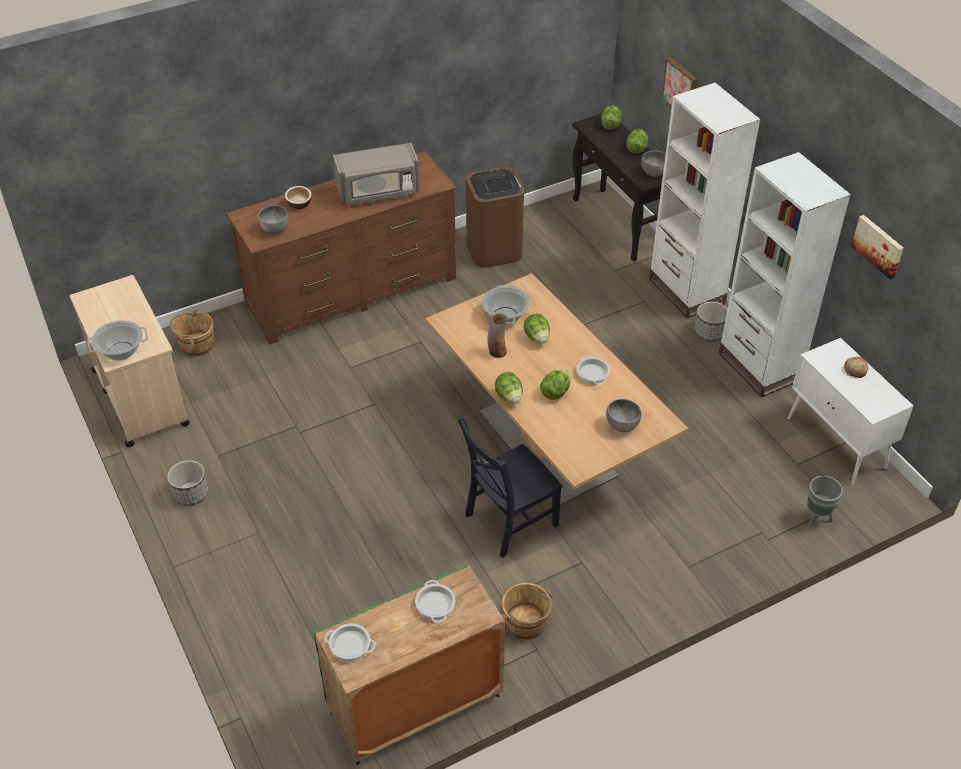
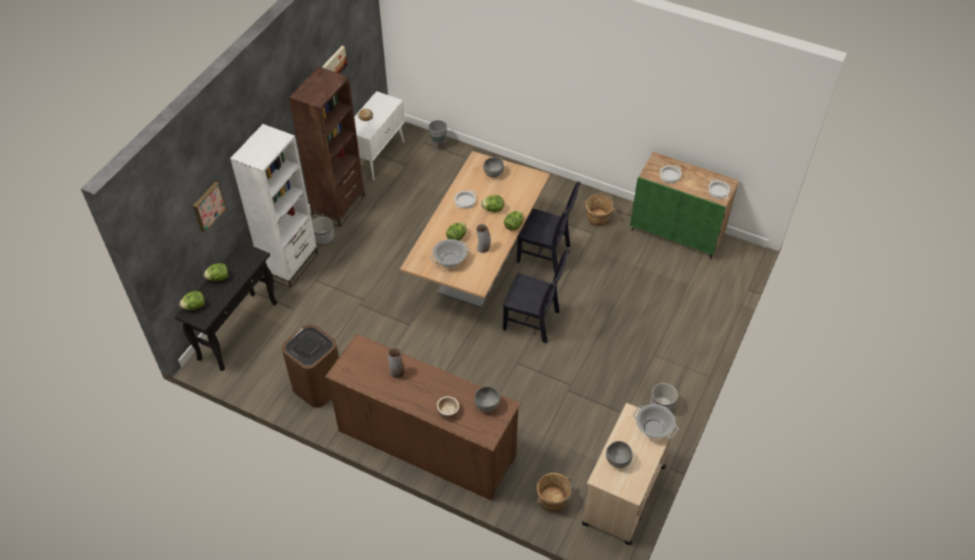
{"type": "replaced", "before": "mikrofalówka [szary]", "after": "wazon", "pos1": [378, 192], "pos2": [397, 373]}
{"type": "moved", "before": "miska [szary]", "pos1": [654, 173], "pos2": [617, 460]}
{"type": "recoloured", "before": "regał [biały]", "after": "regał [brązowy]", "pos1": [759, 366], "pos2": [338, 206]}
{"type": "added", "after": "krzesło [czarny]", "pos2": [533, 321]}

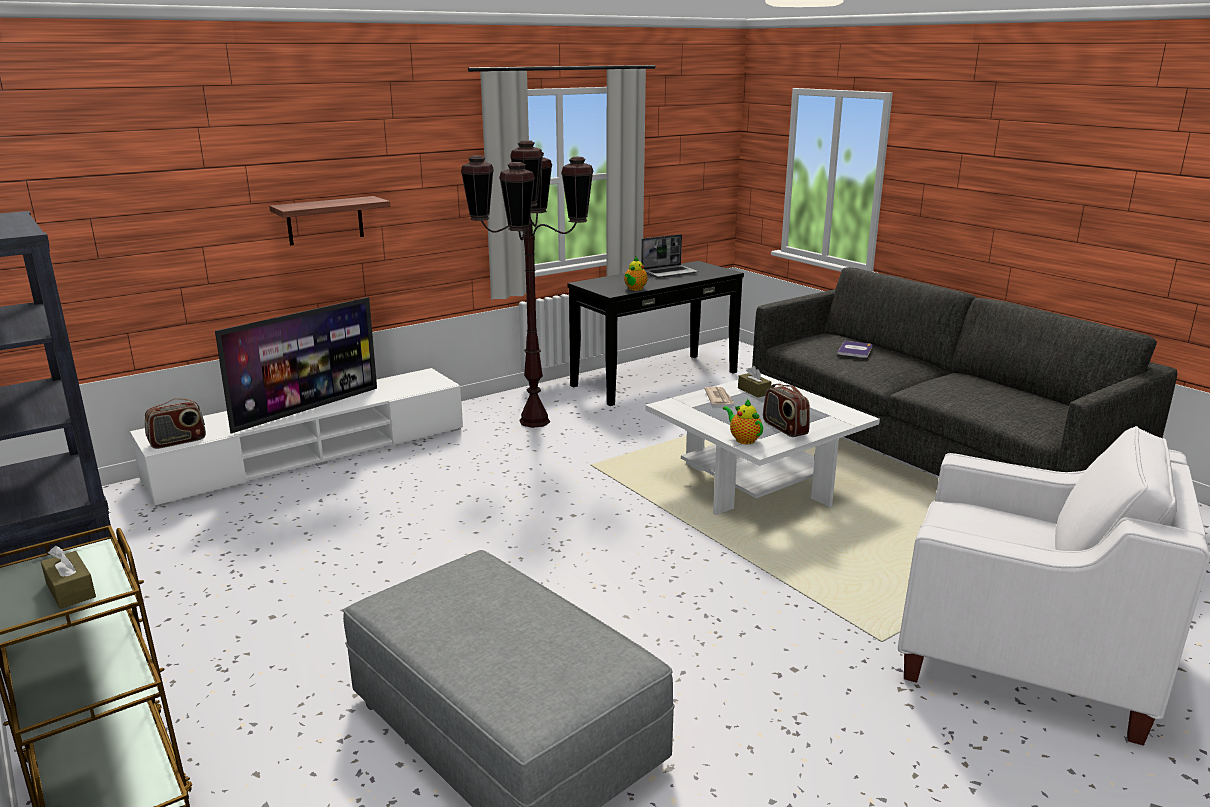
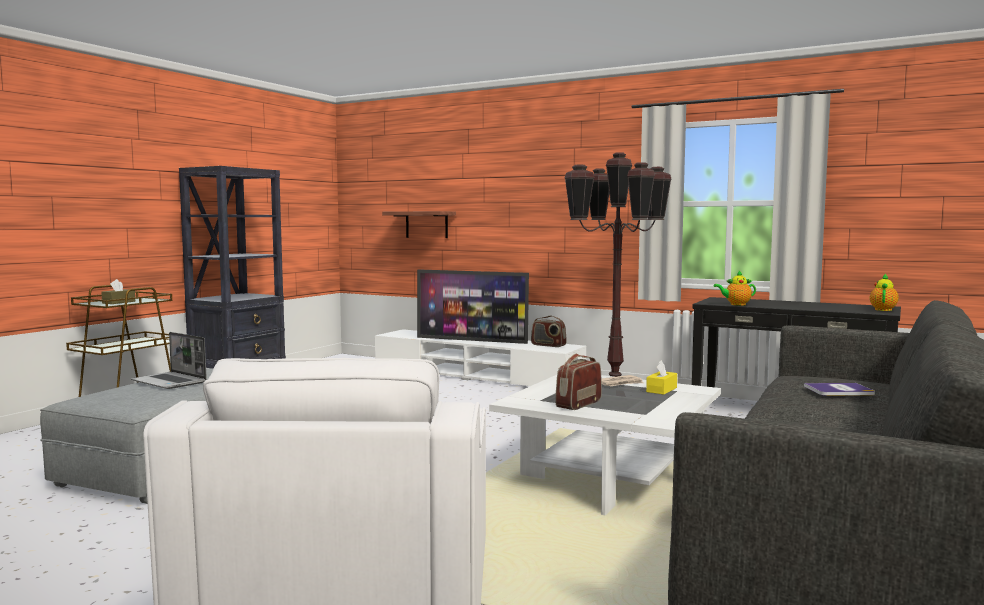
{"type": "moved", "before": "radio", "pos1": [178, 441], "pos2": [548, 345]}
{"type": "moved", "before": "półka", "pos1": [325, 220], "pos2": [426, 224]}
{"type": "moved", "before": "laptop", "pos1": [669, 272], "pos2": [170, 382]}
{"type": "moved", "before": "imbryk", "pos1": [743, 439], "pos2": [883, 309]}
{"type": "recoloured", "before": "pudełko chusteczek [brązowy]", "after": "pudełko chusteczek [żółty]", "pos1": [754, 391], "pos2": [661, 390]}

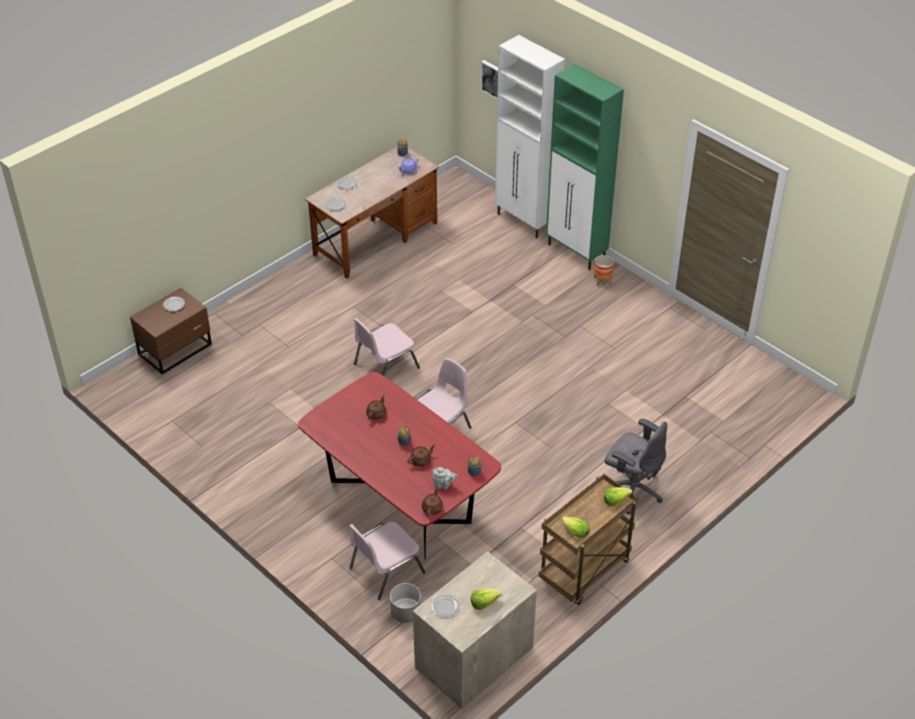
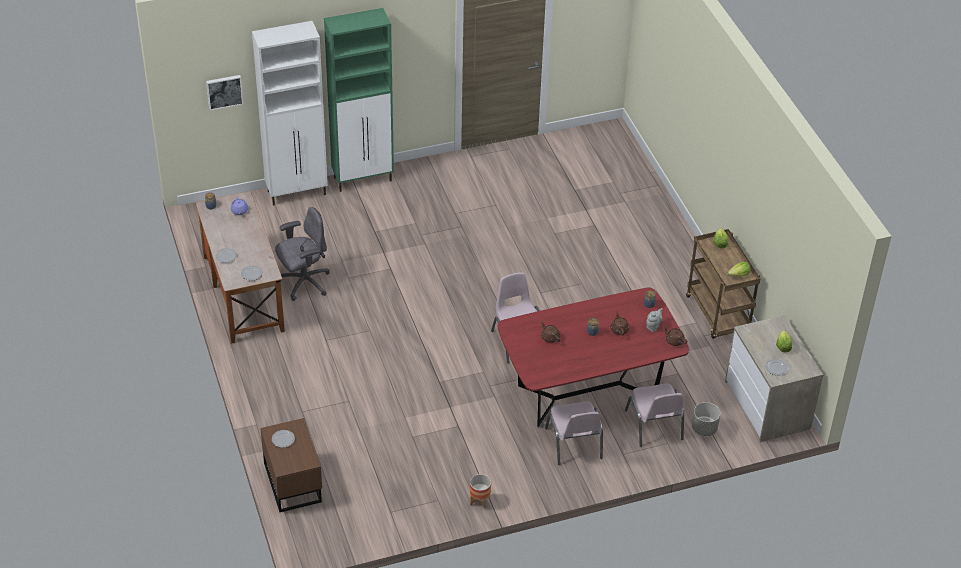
{"type": "moved", "before": "krzesło [różowy]", "pos1": [385, 366], "pos2": [574, 444]}
{"type": "moved", "before": "donica", "pos1": [602, 281], "pos2": [480, 500]}
{"type": "moved", "before": "krzesło biurowe [szary]", "pos1": [632, 489], "pos2": [304, 283]}

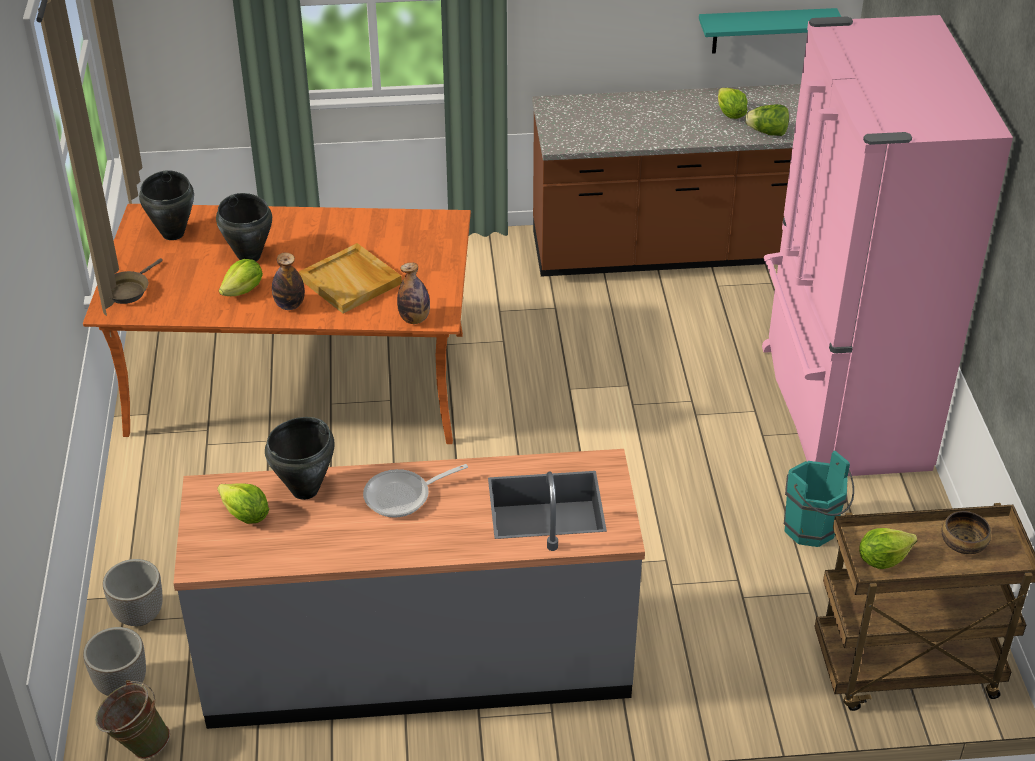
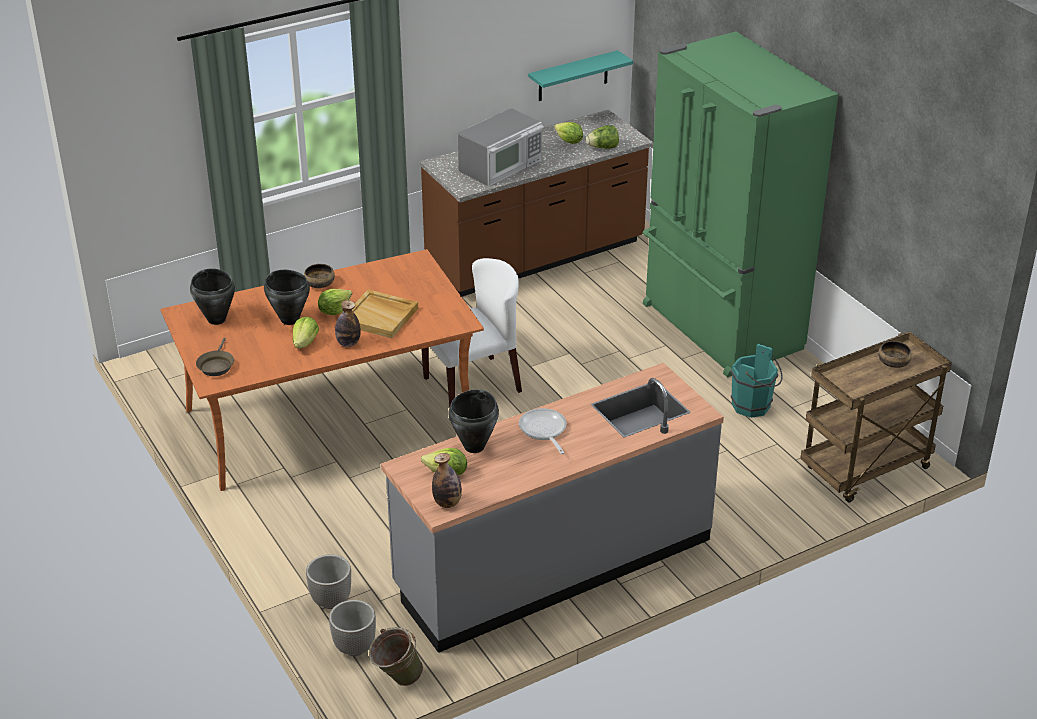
{"type": "turned", "before": "patelnia", "pos1": [403, 496], "pos2": [543, 431], "turn": 120}
{"type": "moved", "before": "butelka", "pos1": [414, 319], "pos2": [447, 503]}
{"type": "recoloured", "before": "lodówka [różowy]", "after": "lodówka [zielony]", "pos1": [839, 408], "pos2": [719, 328]}
{"type": "moved", "before": "sałata", "pos1": [882, 559], "pos2": [334, 311]}
{"type": "added", "after": "miska", "pos2": [320, 284]}
{"type": "added", "after": "krzesło [biały]", "pos2": [473, 384]}
{"type": "added", "after": "mikrofalówka", "pos2": [501, 166]}

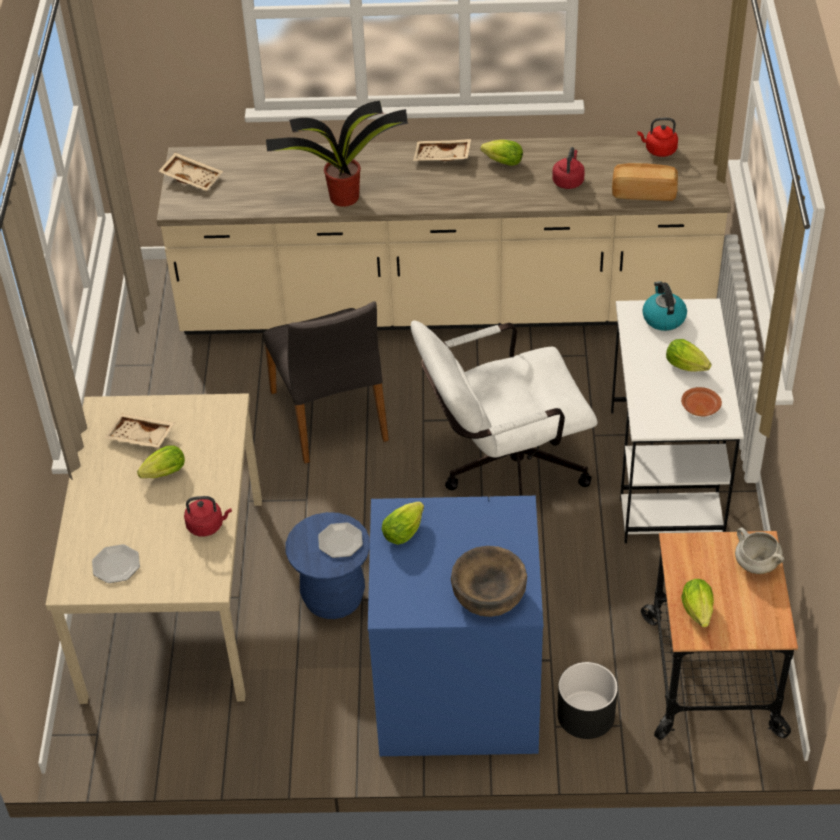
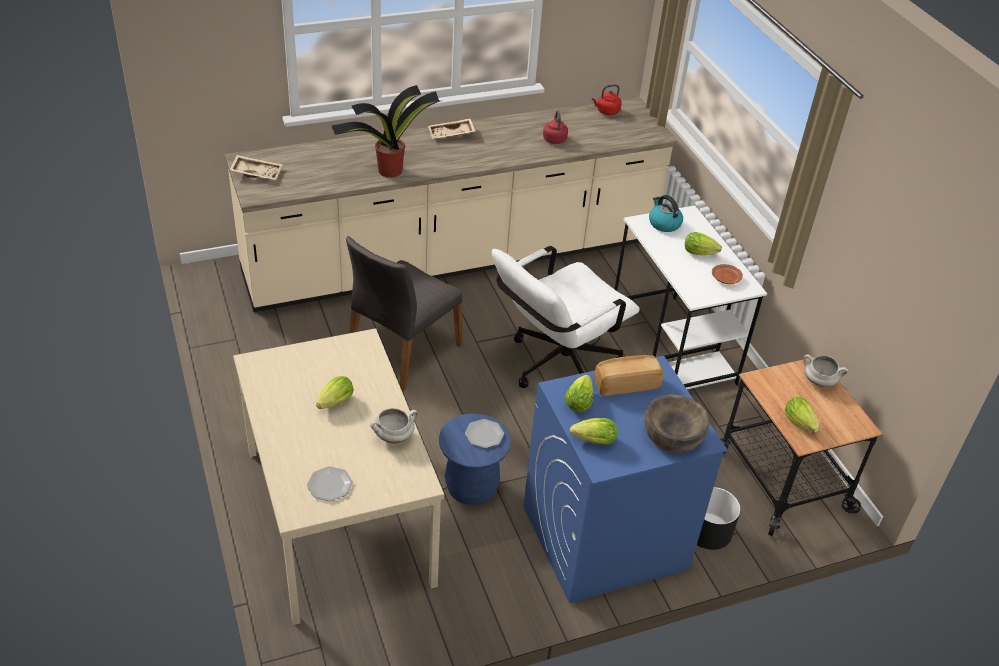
{"type": "removed", "before": "taca [beżowy]", "pos1": [140, 438]}
{"type": "replaced", "before": "czajnik [czerwony]", "after": "garnek [biały]", "pos1": [207, 525], "pos2": [394, 436]}
{"type": "turned", "before": "krzesło [szary]", "pos1": [331, 416], "pos2": [403, 351], "turn": 75}
{"type": "moved", "before": "sałata", "pos1": [501, 162], "pos2": [591, 441]}
{"type": "moved", "before": "chleb", "pos1": [644, 192], "pos2": [626, 384]}

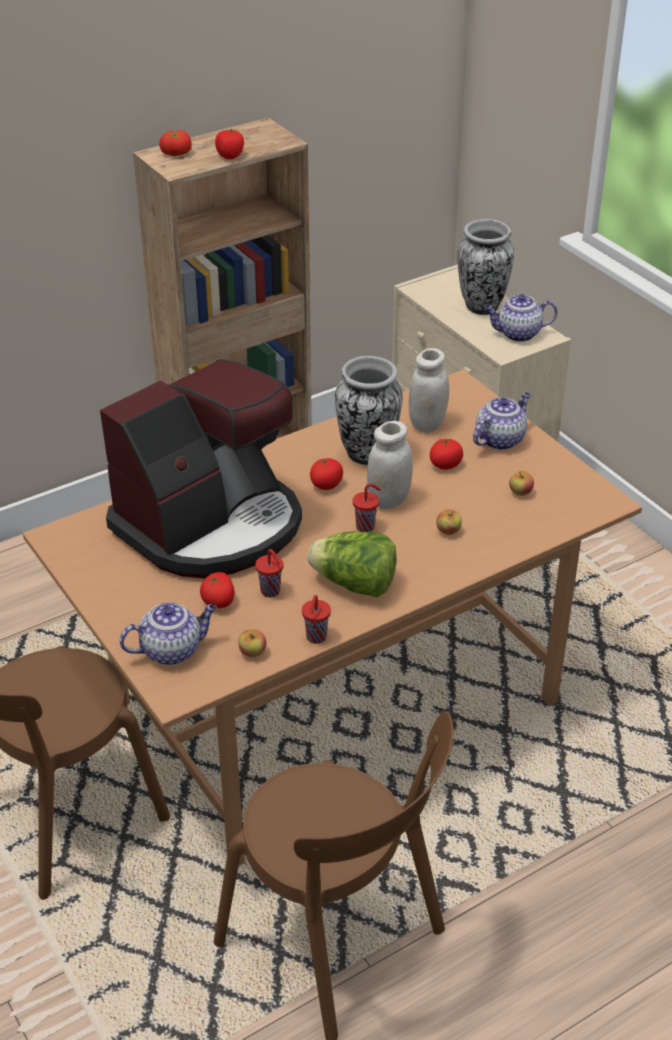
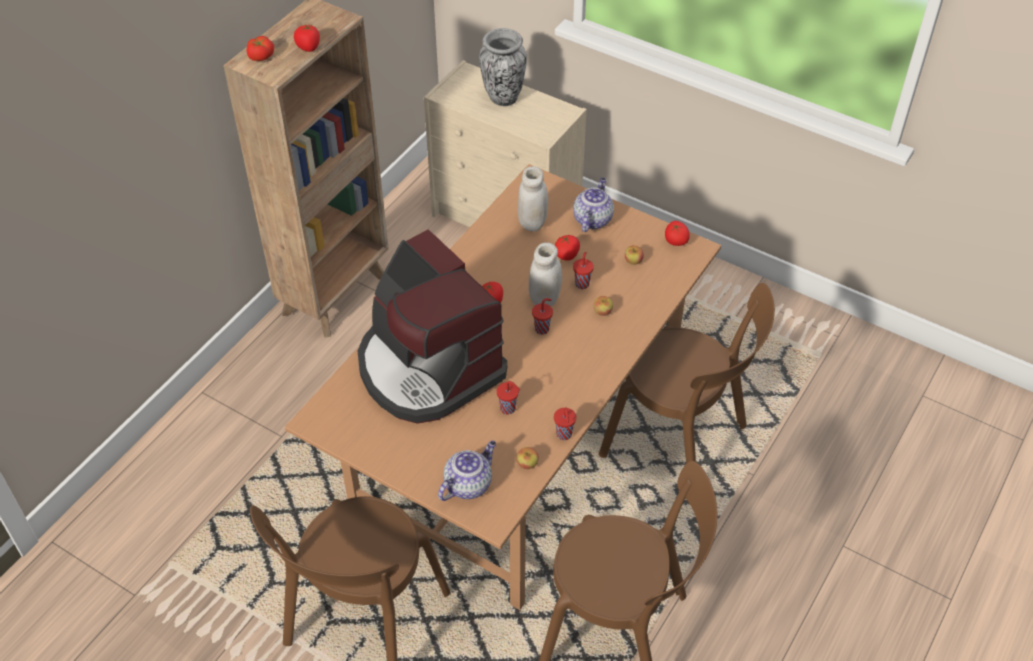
{"type": "turned", "before": "ekspres do kawy", "pos1": [211, 525], "pos2": [428, 368], "turn": 120}
{"type": "moved", "before": "pomidor", "pos1": [218, 602], "pos2": [675, 241]}
{"type": "removed", "before": "sałata", "pos1": [354, 584]}
{"type": "removed", "before": "wazon", "pos1": [367, 455]}
{"type": "removed", "before": "imbryk", "pos1": [517, 334]}
{"type": "added", "after": "filiżanka [czerwony]", "pos2": [582, 283]}
{"type": "added", "after": "krzesło [brązowy]", "pos2": [679, 444]}

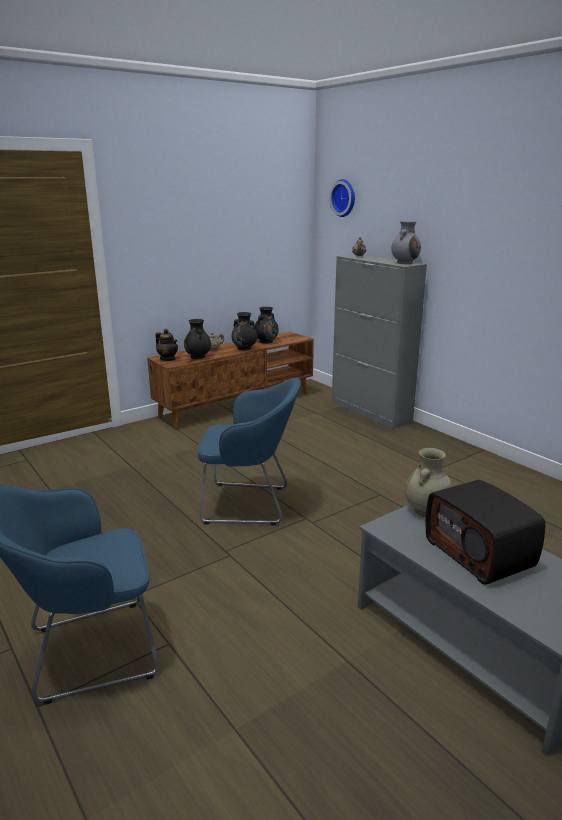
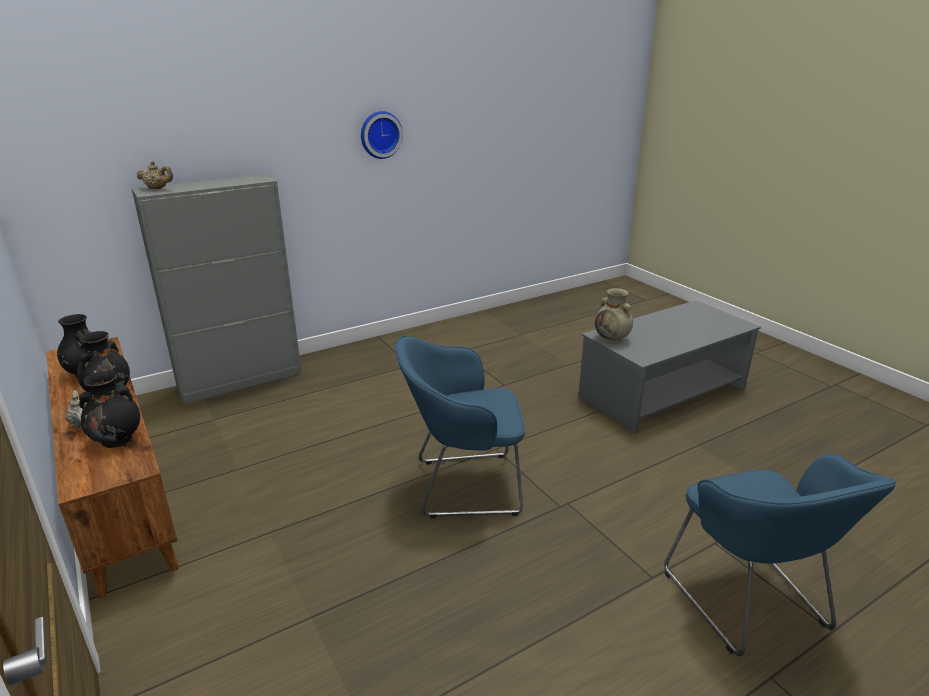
{"type": "removed", "before": "imbryk", "pos1": [168, 359]}
{"type": "turned", "before": "fotel [niebieski]", "pos1": [250, 504], "pos2": [462, 486], "turn": -105}
{"type": "moved", "before": "zegar ścienny", "pos1": [344, 198], "pos2": [380, 134]}
{"type": "removed", "before": "wazon [szary]", "pos1": [405, 263]}
{"type": "removed", "before": "radio", "pos1": [480, 553]}

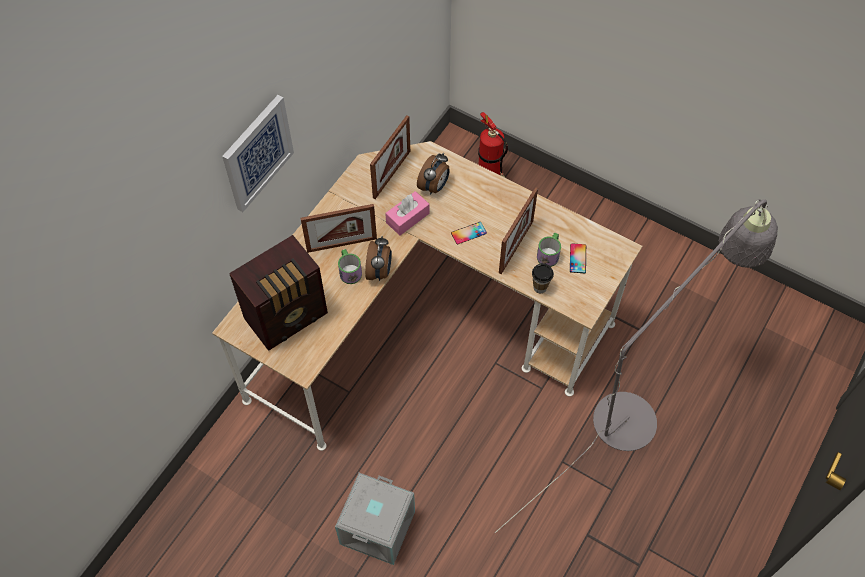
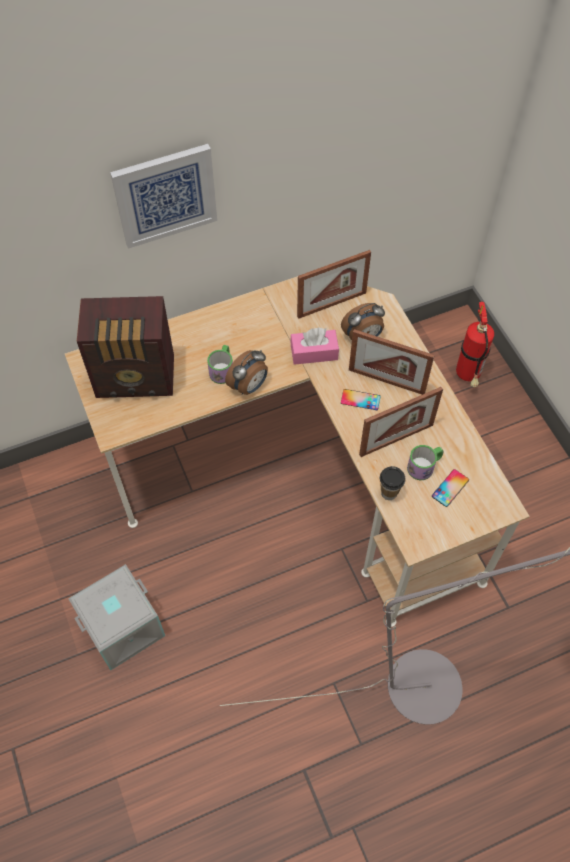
{"type": "moved", "before": "ramka na zdjęcie", "pos1": [342, 244], "pos2": [386, 381]}

